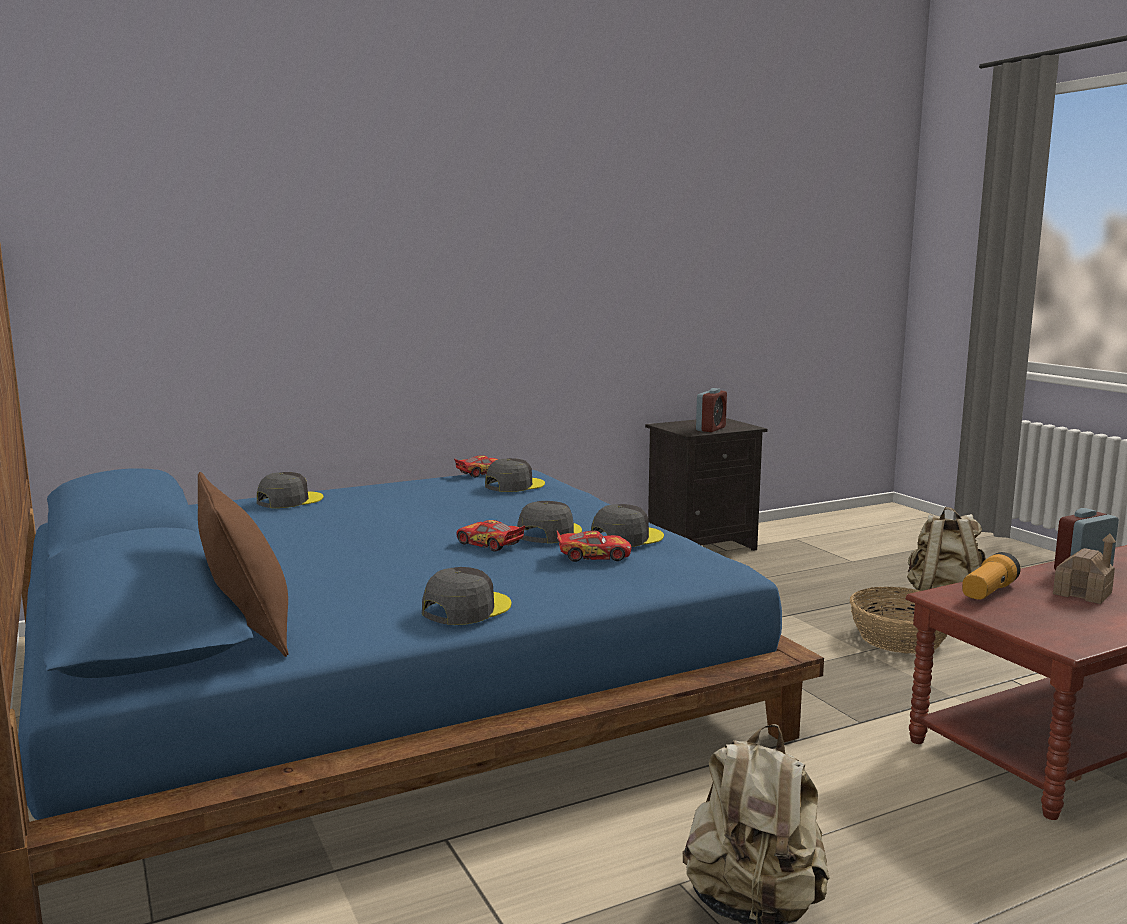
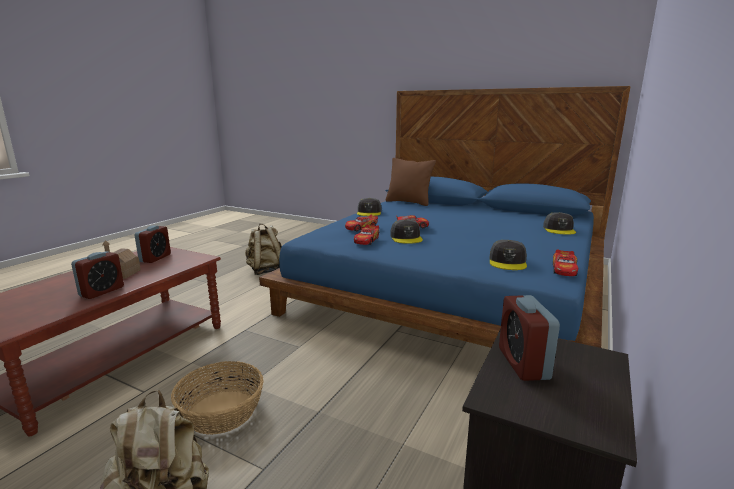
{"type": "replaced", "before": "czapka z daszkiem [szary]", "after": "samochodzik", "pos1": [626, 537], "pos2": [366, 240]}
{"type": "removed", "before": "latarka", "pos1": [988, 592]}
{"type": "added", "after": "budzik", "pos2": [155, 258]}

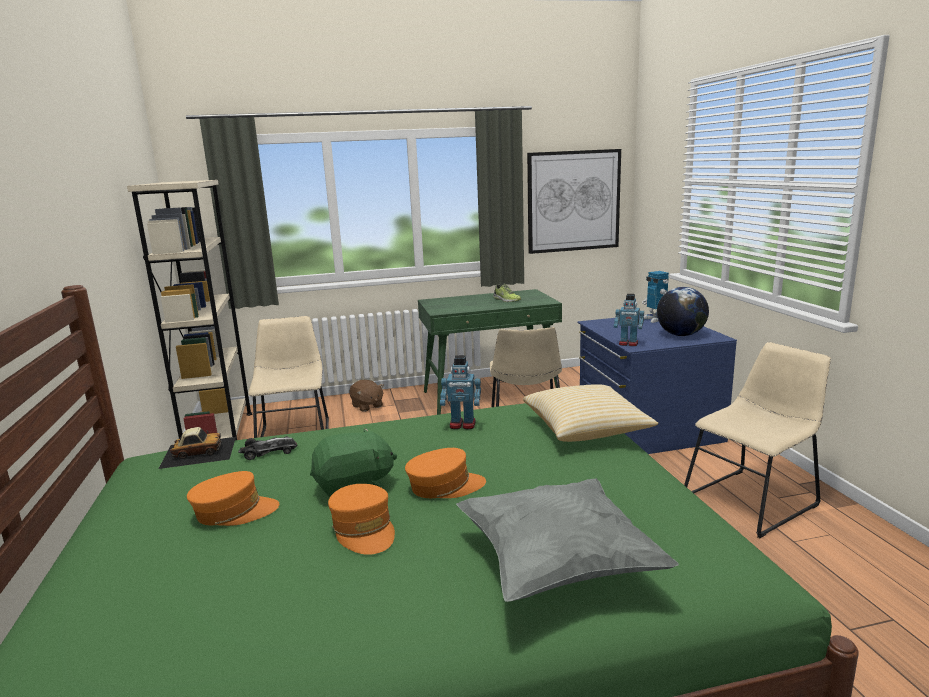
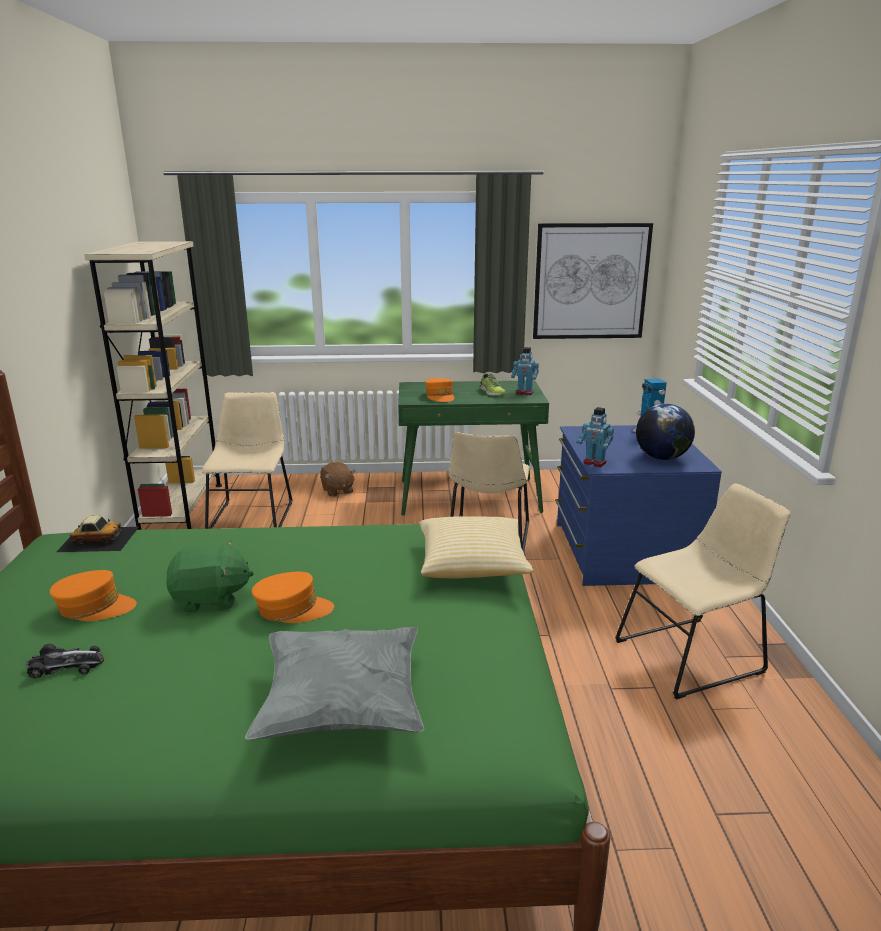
{"type": "moved", "before": "samochodzik", "pos1": [268, 451], "pos2": [65, 665]}
{"type": "moved", "before": "czapka z daszkiem [pomarańczowy]", "pos1": [364, 529], "pos2": [440, 396]}
{"type": "moved", "before": "robot zabawkowy", "pos1": [462, 425], "pos2": [524, 393]}

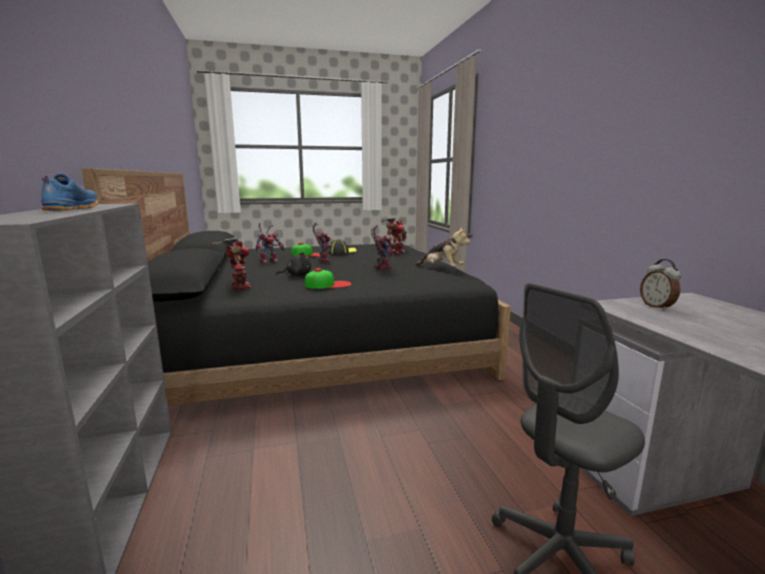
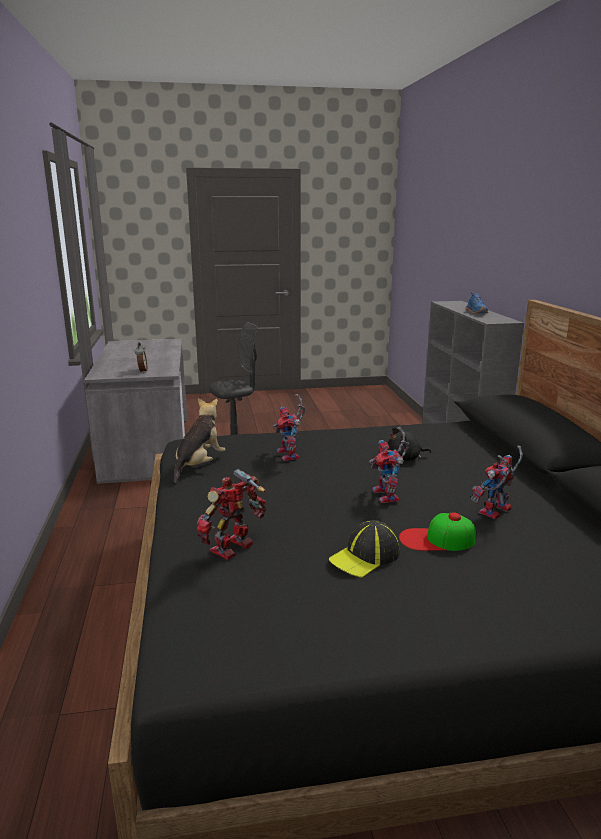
{"type": "removed", "before": "robot zabawkowy", "pos1": [238, 286]}
{"type": "removed", "before": "czapka z daszkiem", "pos1": [328, 284]}
{"type": "turned", "before": "pluszak", "pos1": [442, 269], "pos2": [199, 465], "turn": 75}

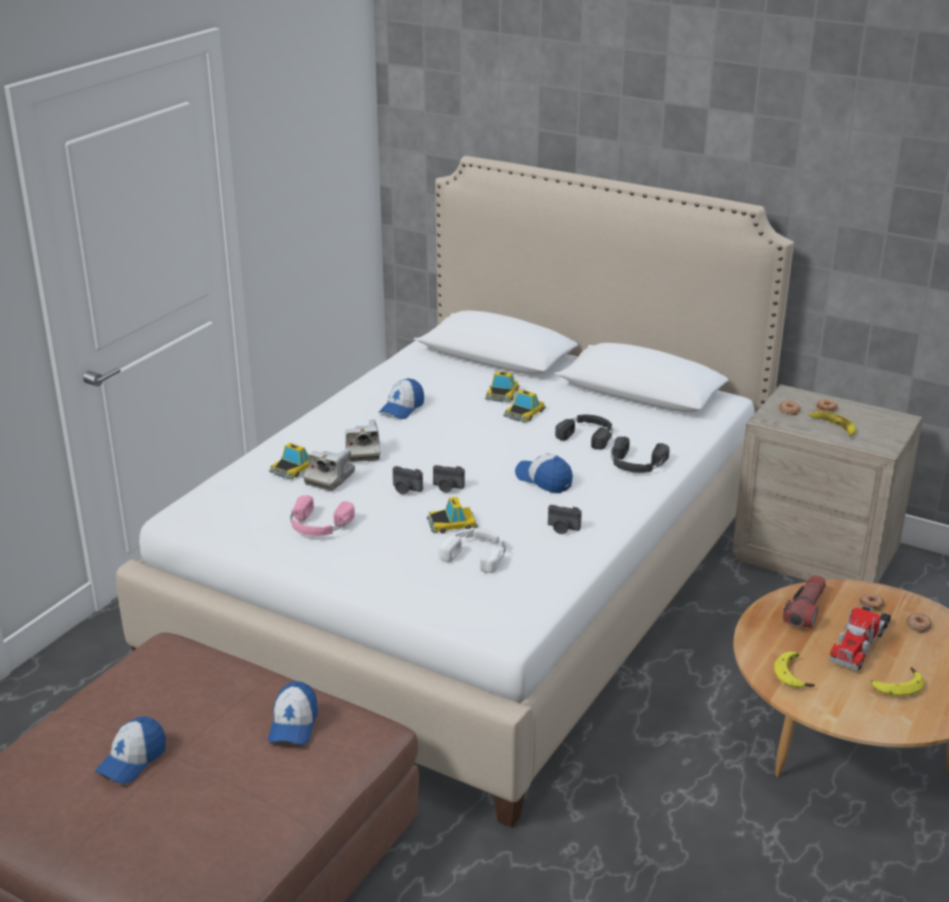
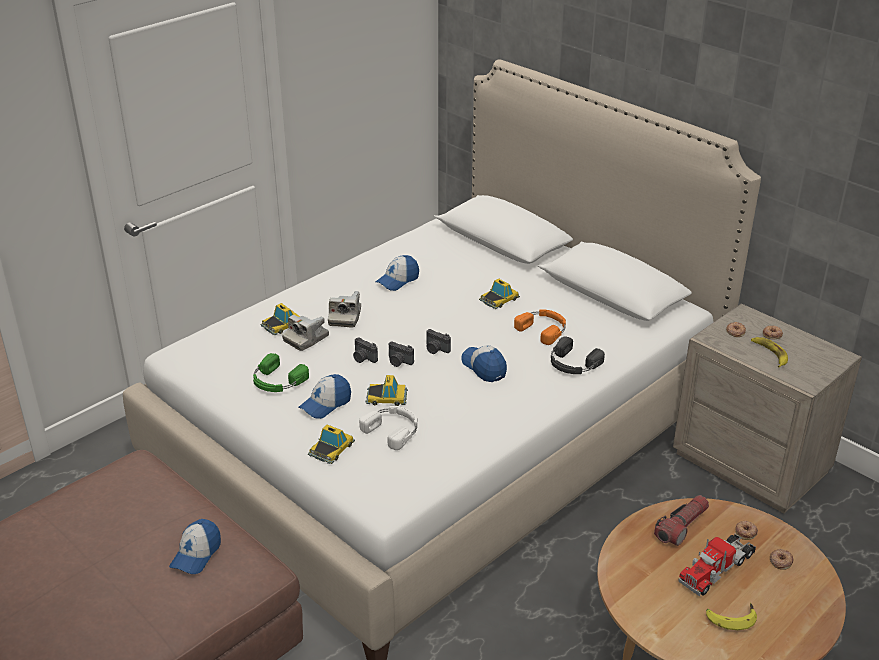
{"type": "moved", "before": "czapka z daszkiem", "pos1": [132, 760], "pos2": [325, 404]}
{"type": "recoloured", "before": "słuchawki [różowy]", "after": "słuchawki [zielony]", "pos1": [318, 525], "pos2": [277, 381]}
{"type": "moved", "before": "samochodzik", "pos1": [502, 393], "pos2": [331, 448]}
{"type": "moved", "before": "aparat fotograficzny", "pos1": [562, 528], "pos2": [436, 349]}
{"type": "recoloured", "before": "słuchawki [czarny]", "after": "słuchawki [pomarańczowy]", "pos1": [588, 435], "pos2": [544, 329]}
{"type": "removed", "before": "banan", "pos1": [795, 675]}

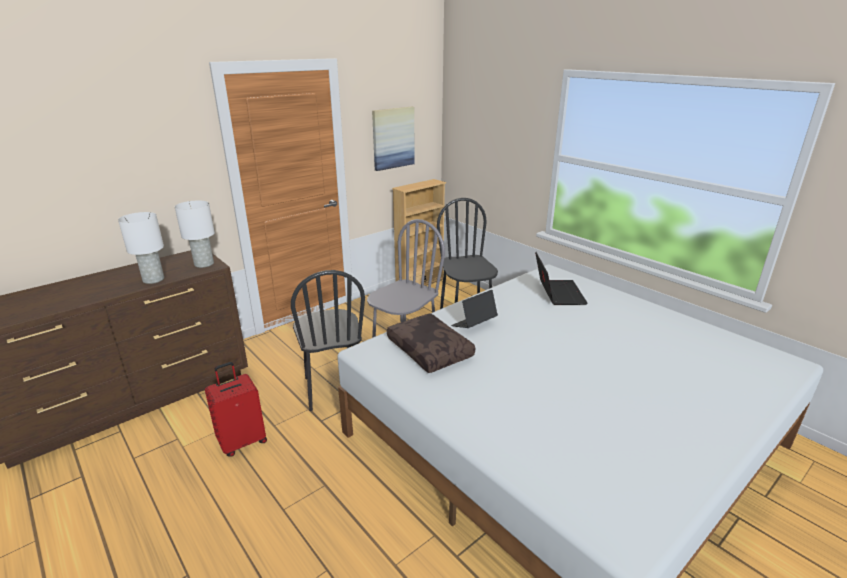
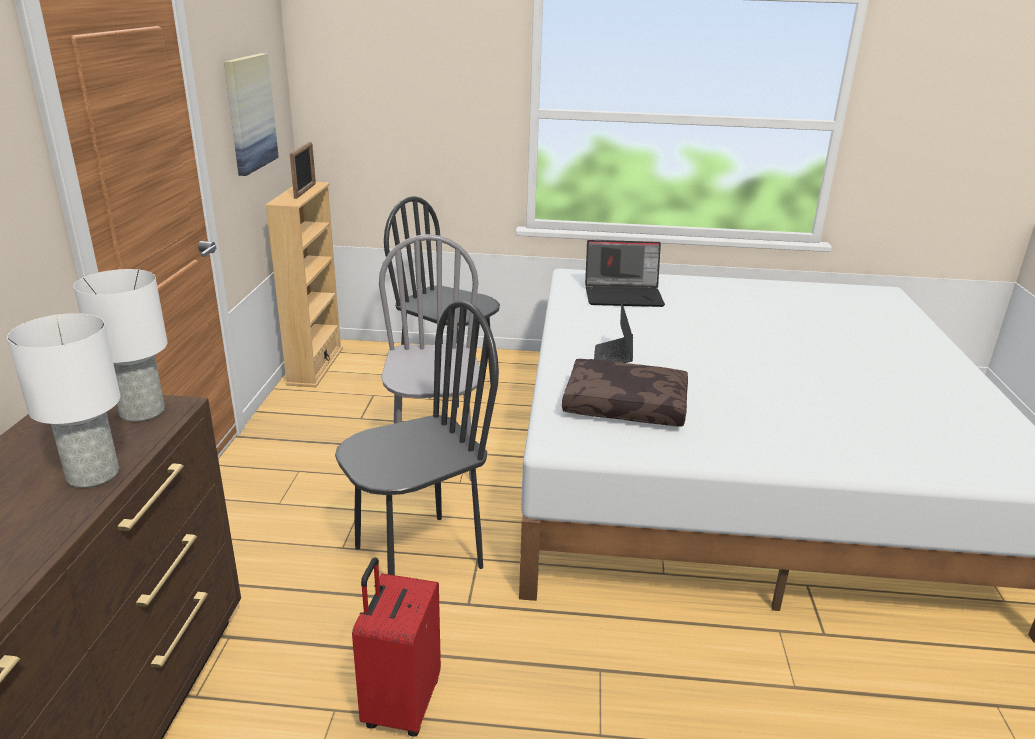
{"type": "turned", "before": "krzesło [czarny]", "pos1": [333, 389], "pos2": [418, 556], "turn": -60}
{"type": "turned", "before": "laptop", "pos1": [557, 292], "pos2": [624, 295], "turn": 135}
{"type": "added", "after": "ramka na zdjęcie", "pos2": [305, 191]}

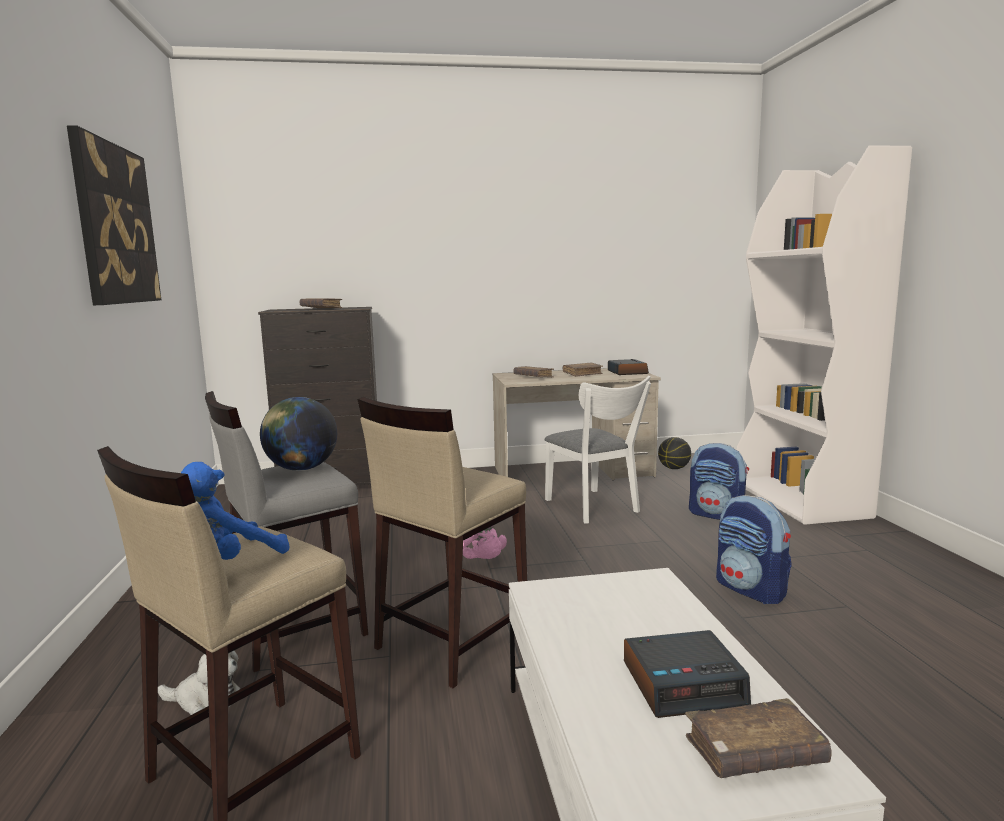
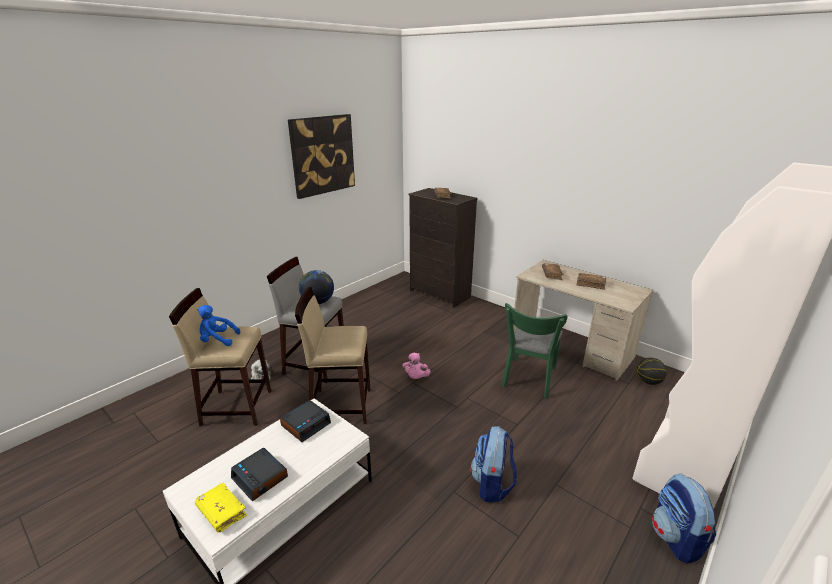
{"type": "recoloured", "before": "krzesło [biały]", "after": "krzesło [zielony]", "pos1": [595, 508], "pos2": [528, 380]}
{"type": "moved", "before": "budzik", "pos1": [626, 372], "pos2": [306, 424]}
{"type": "recoloured", "before": "książka [brązowy]", "after": "książka [żółty]", "pos1": [754, 754], "pos2": [221, 512]}
{"type": "moved", "before": "plecak", "pos1": [717, 515], "pos2": [675, 538]}

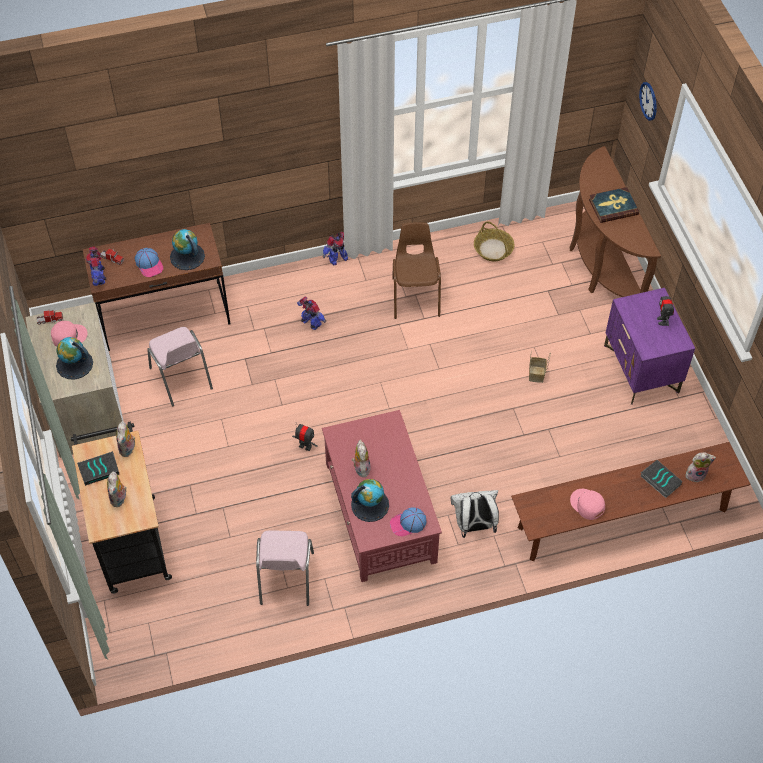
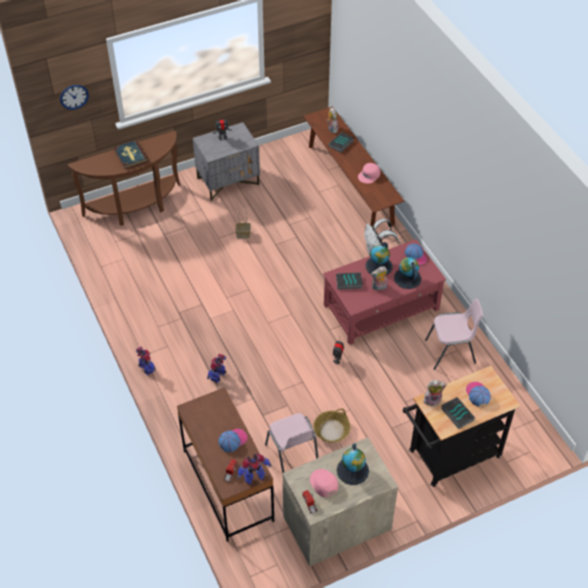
{"type": "replaced", "before": "pluszak", "after": "czapka z daszkiem", "pos1": [119, 499], "pos2": [477, 394]}
{"type": "turned", "before": "krzesło [różowy]", "pos1": [181, 379], "pos2": [292, 456], "turn": 105}
{"type": "moved", "before": "globus", "pos1": [187, 256], "pos2": [379, 266]}
{"type": "removed", "before": "krzesło [brązowy]", "pos1": [415, 296]}
{"type": "moved", "before": "koszyk", "pos1": [493, 249], "pos2": [331, 430]}
{"type": "recoloured", "before": "szafka nocna [fioletowy]", "after": "szafka nocna [szary]", "pos1": [641, 369], "pos2": [228, 181]}
{"type": "added", "after": "książka", "pos2": [348, 283]}

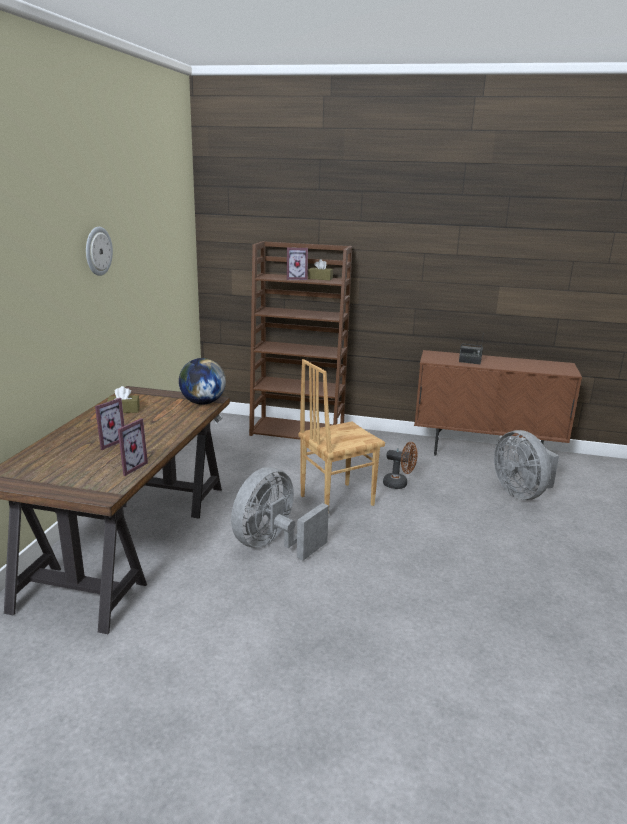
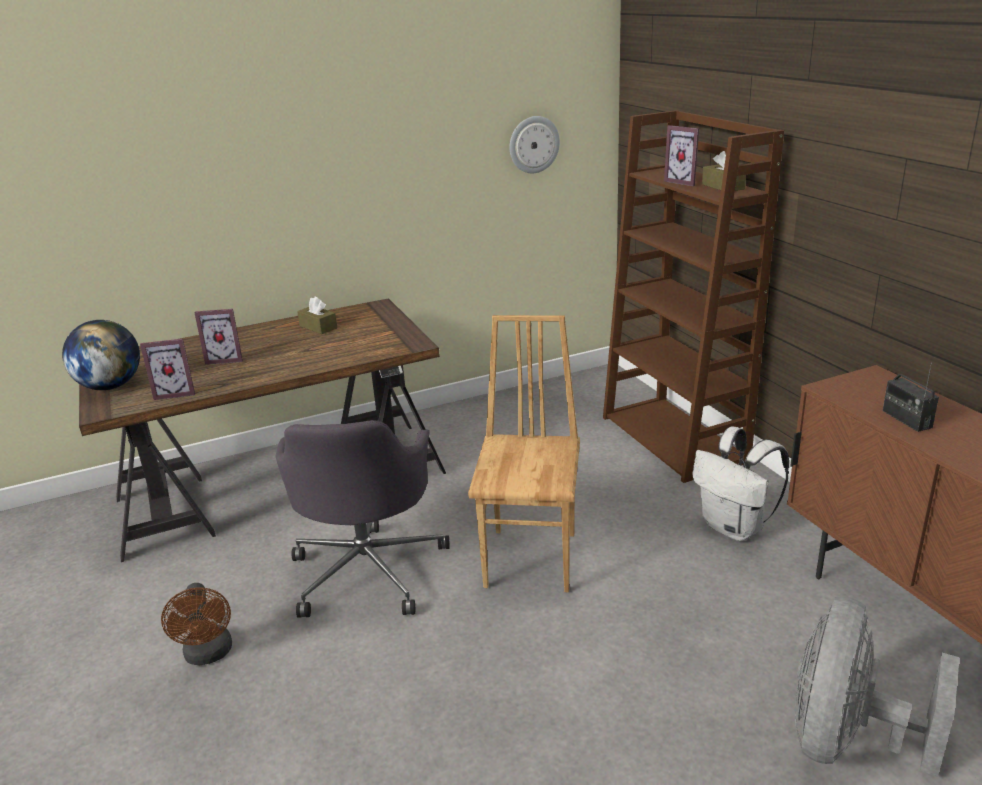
{"type": "moved", "before": "zegar ścienny", "pos1": [97, 251], "pos2": [533, 144]}
{"type": "moved", "before": "globus", "pos1": [203, 403], "pos2": [110, 386]}
{"type": "replaced", "before": "wentylator [szary]", "after": "krzesło biurowe [szary]", "pos1": [274, 544], "pos2": [368, 569]}
{"type": "turned", "before": "krzesło [brązowy]", "pos1": [335, 500], "pos2": [533, 559], "turn": 75}
{"type": "moved", "before": "wentylator [brązowy]", "pos1": [399, 484], "pos2": [209, 655]}
{"type": "added", "after": "plecak [biały]", "pos2": [735, 528]}

